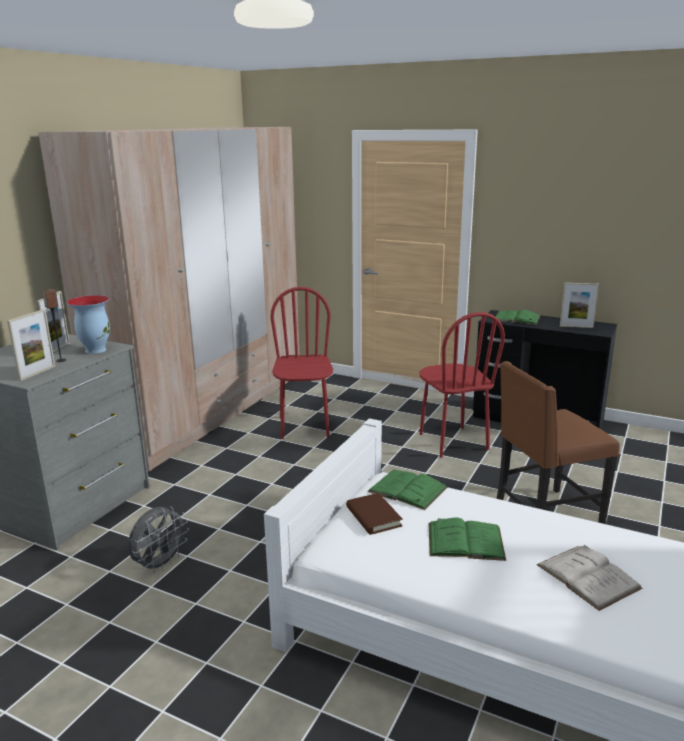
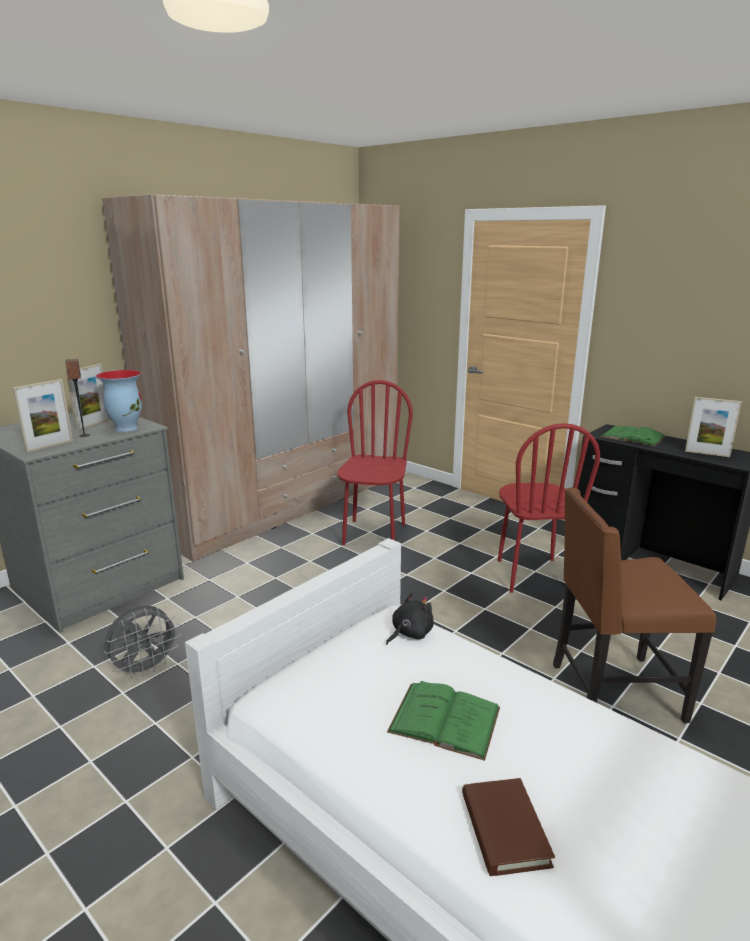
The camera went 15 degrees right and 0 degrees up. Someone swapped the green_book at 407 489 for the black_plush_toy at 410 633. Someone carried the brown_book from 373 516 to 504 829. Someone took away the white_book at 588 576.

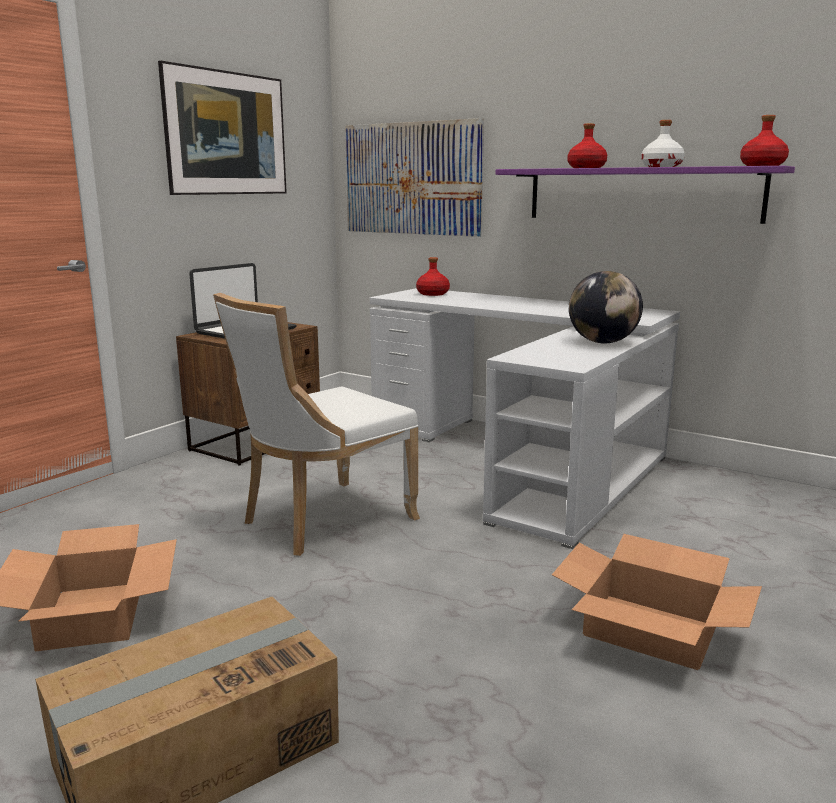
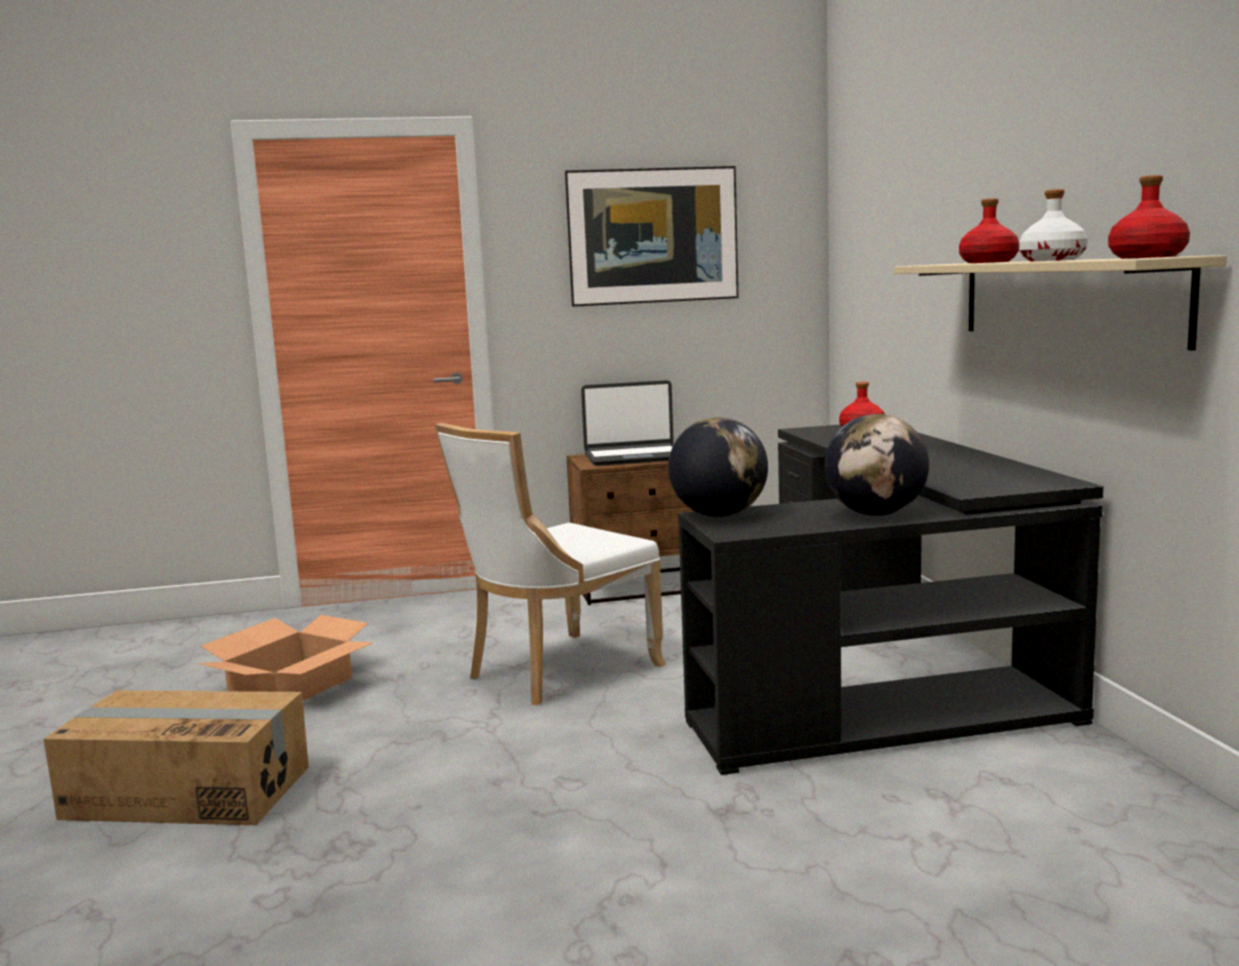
The camera went 45 degrees right and 5 degrees down. Someone took away the picture at 412 179. Someone repainted the purple_shelf at 641 194, which became the beige_shelf at 1066 299. Someone repainted the white_desk at 524 459, which became the black_desk at 884 672. Someone rotated the white_chair at 321 520 by 45 degrees counterclockwise. Someone took away the cardboard_box at 650 630. Someone put down the globe at 719 515.

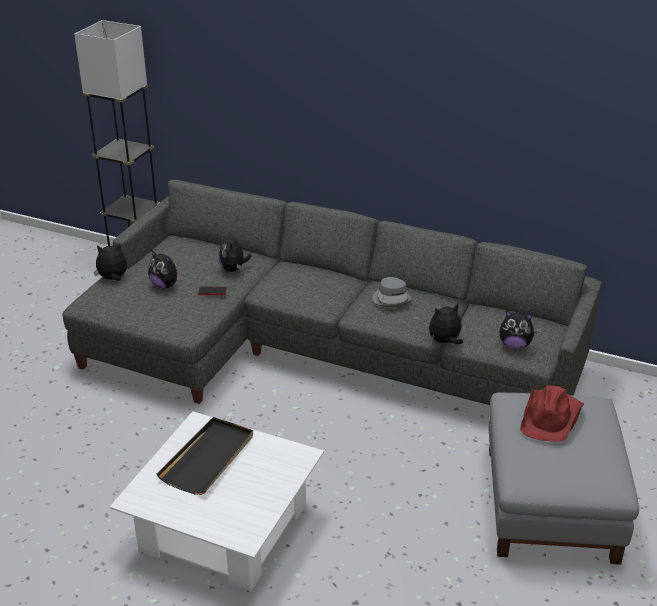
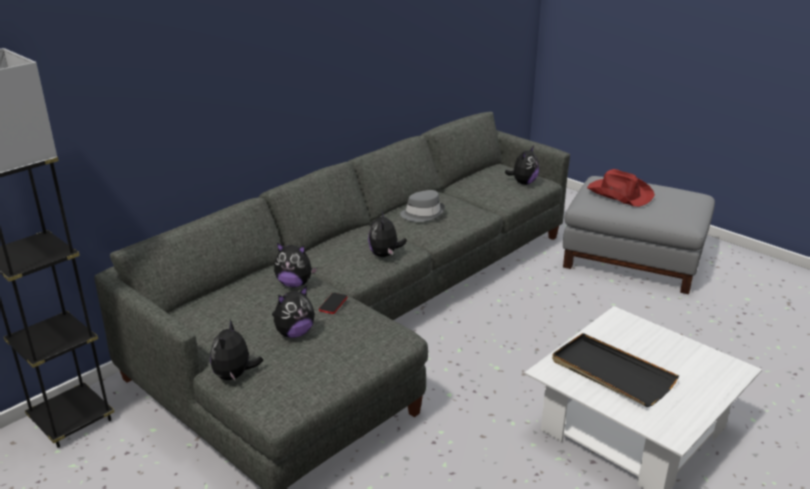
The camera went 70 degrees left and 5 degrees down. Someone carried the plush_toy from 445 342 to 385 255.

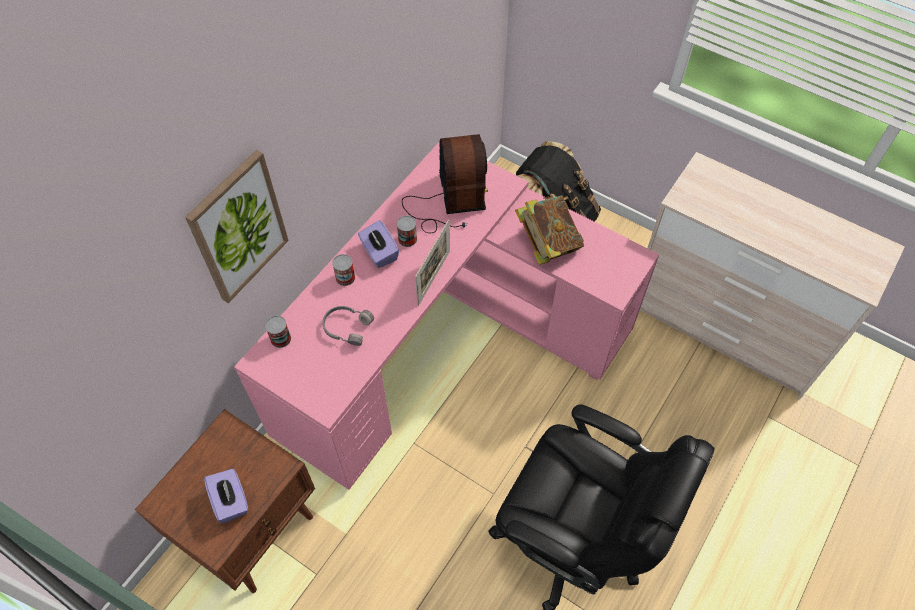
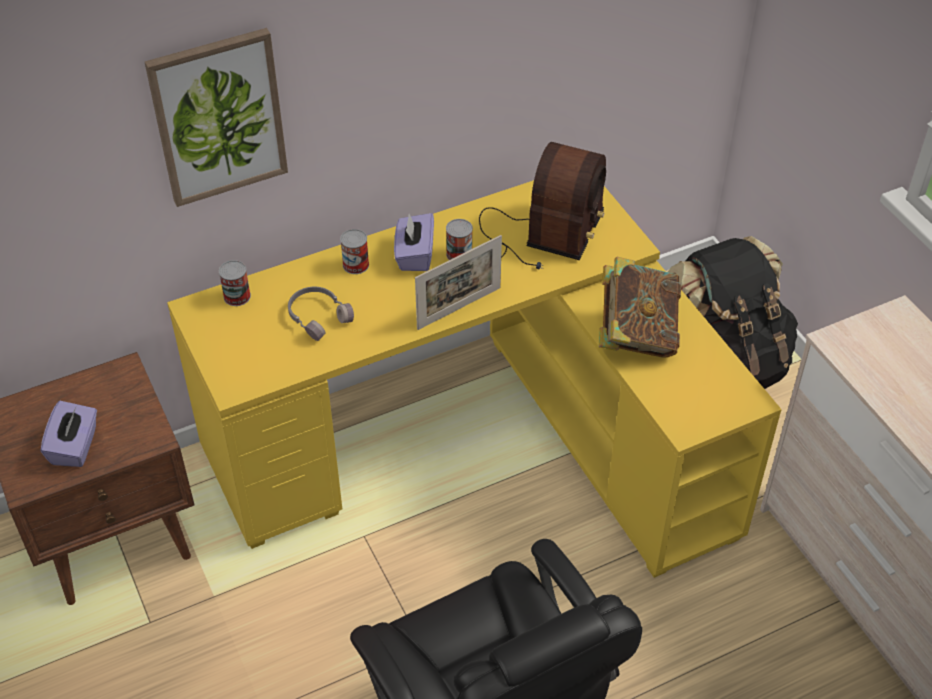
The camera went 30 degrees right and 10 degrees down. Someone repainted the pink_desk at 444 342, which became the yellow_desk at 481 440.

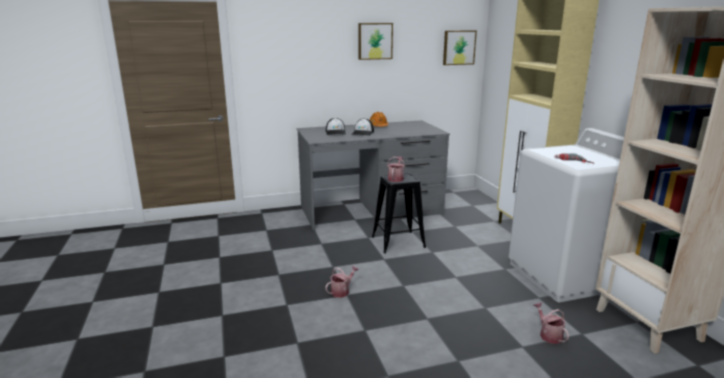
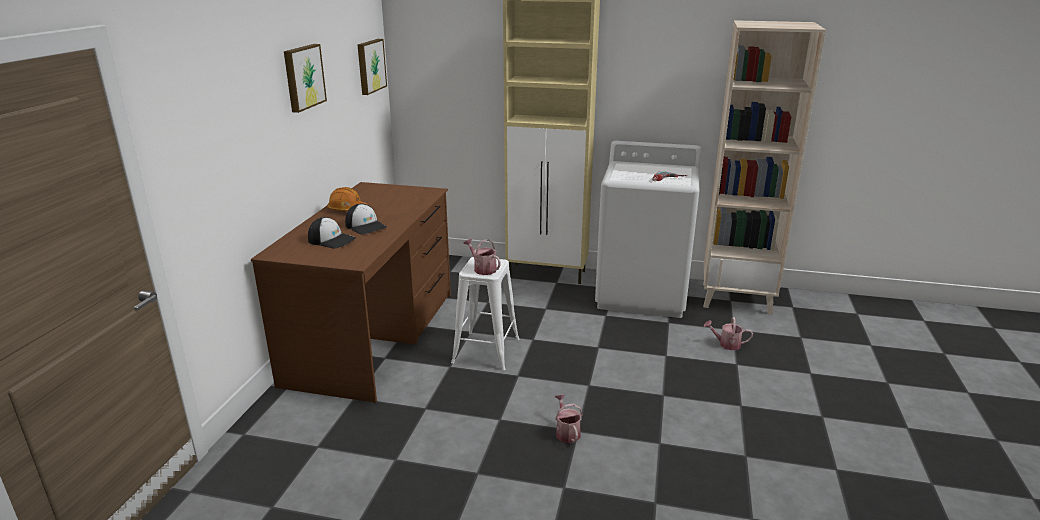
The camera went 60 degrees left and 5 degrees up. Someone repainted the grey_desk at 371 210, which became the brown_desk at 374 336. Someone repainted the black_stool at 398 242, which became the white_stool at 486 350.

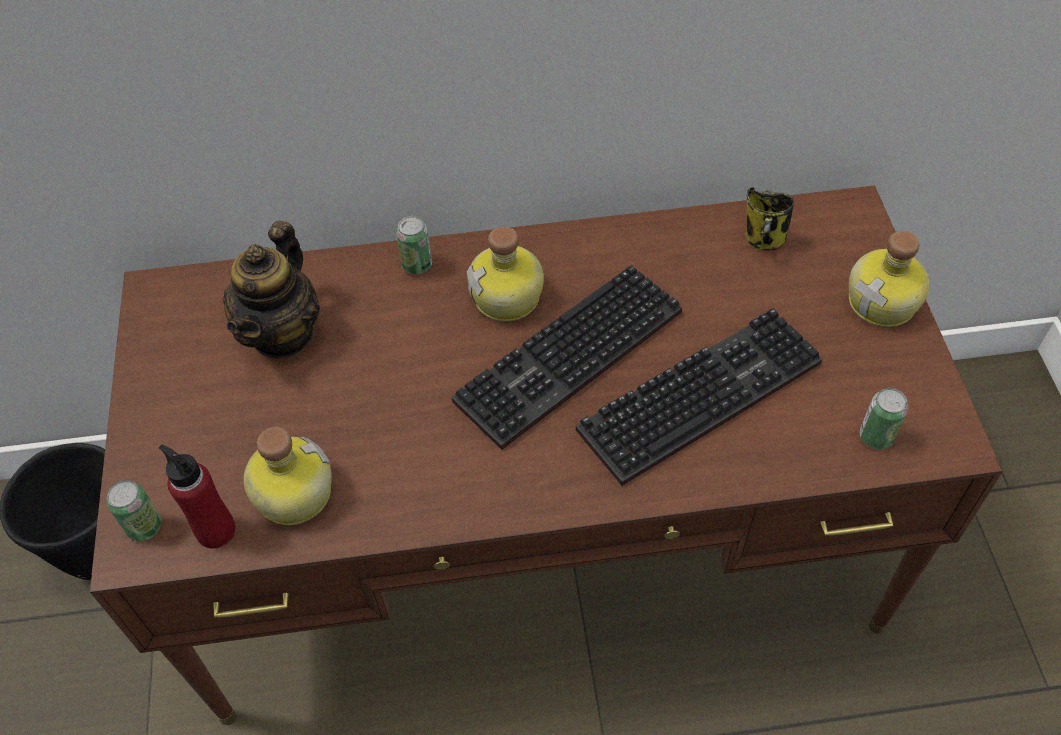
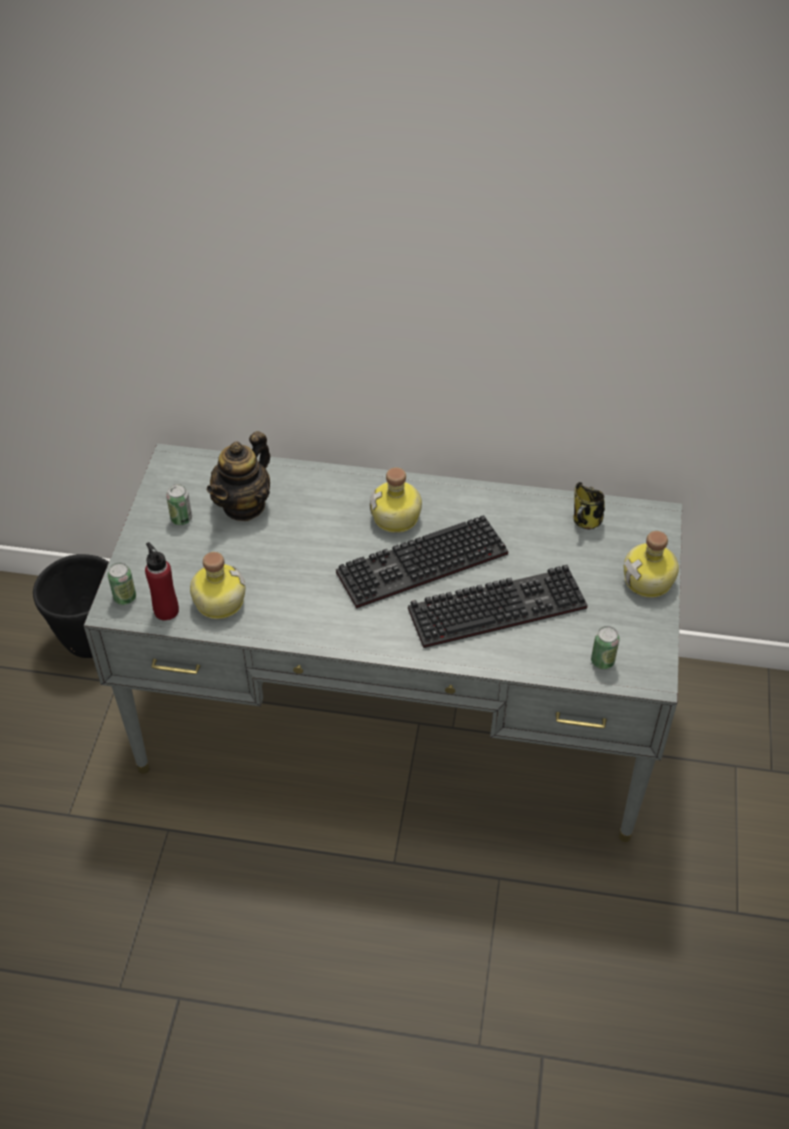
The camera went 15 degrees right and 5 degrees down. Someone repainted the brown_desk at 538 546, which became the grey_desk at 395 716. Someone carried the can from 417 265 to 181 519.

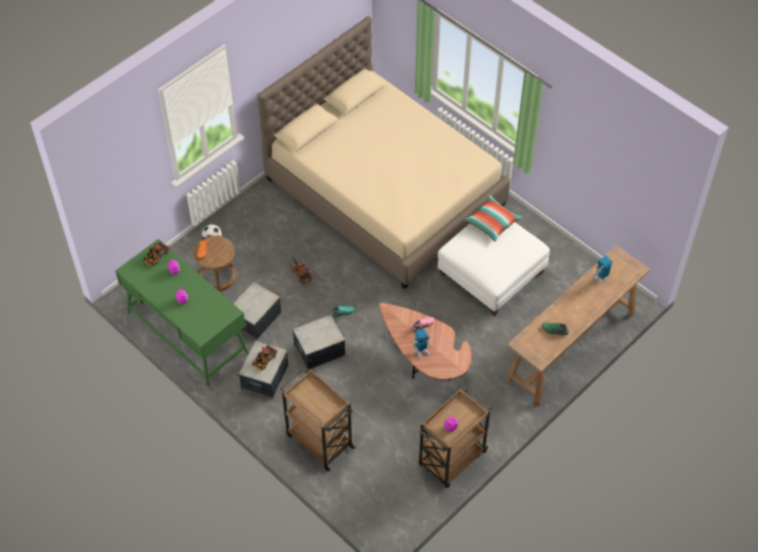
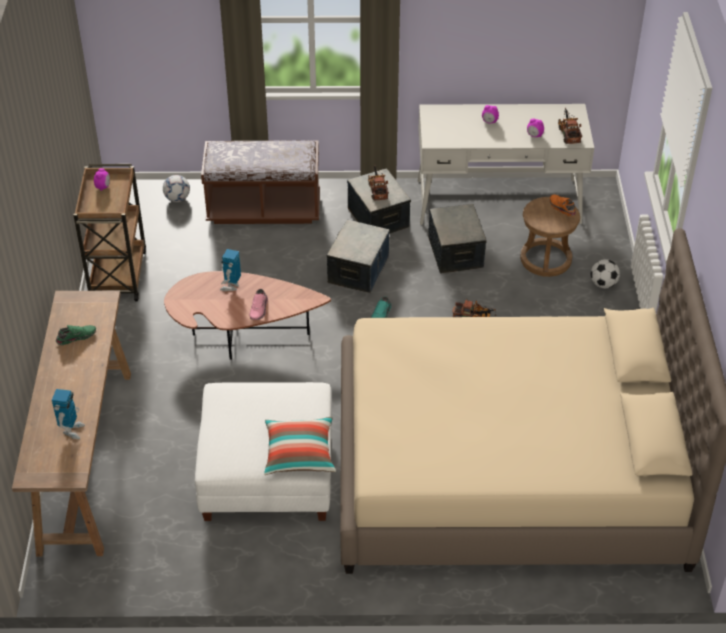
The camera went 135 degrees right and 10 degrees down. Someone repainted the green_desk at 187 332, which became the white_desk at 498 201. Someone swapped the brown_cart at 319 440 for the brown_bench at 264 209. Someone put down the football at 177 199.

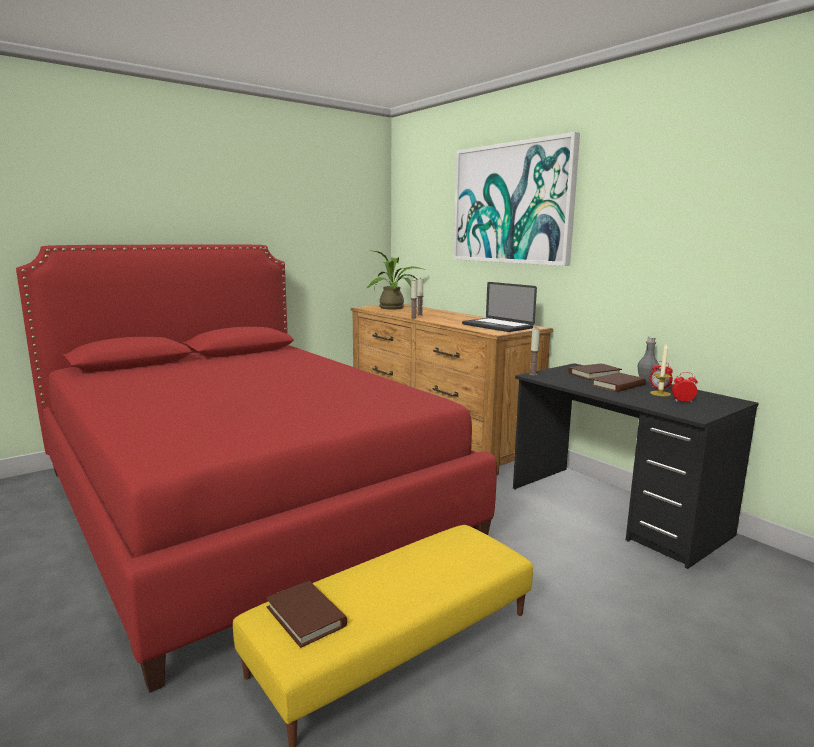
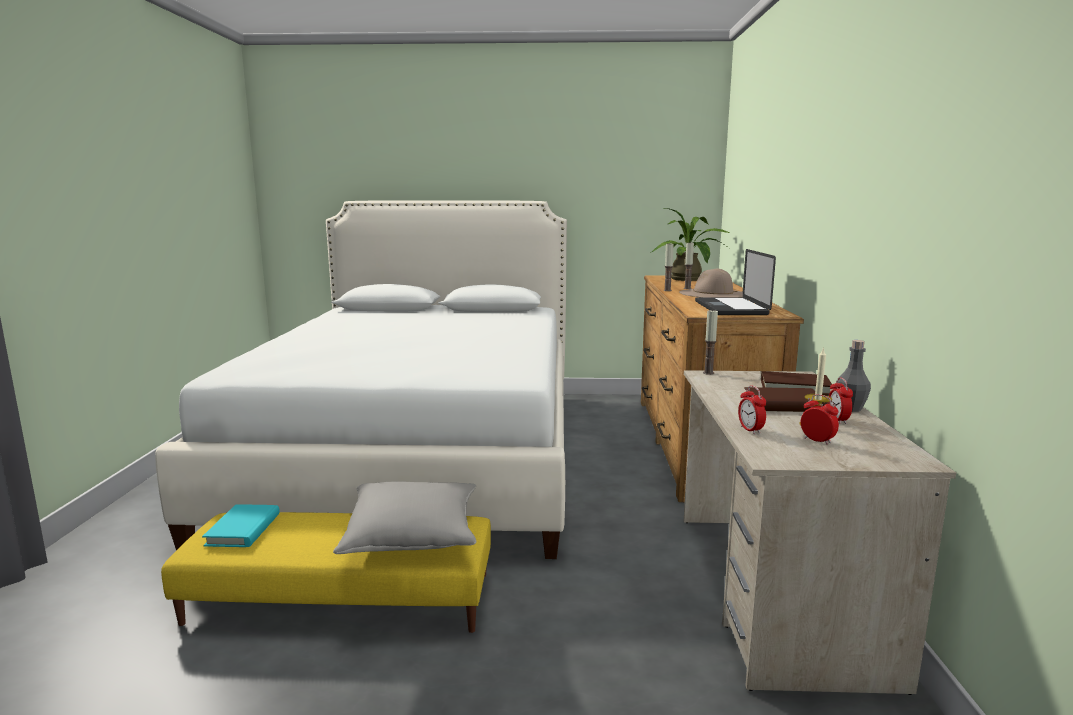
The camera went 40 degrees right and 0 degrees up. Someone took away the picture at 511 204. Someone repainted the red_bed at 244 503, which became the white_bed at 421 452. Someone repainted the black_desk at 615 511, which became the beige_desk at 774 590. Someone repainted the brown_book at 306 616, which became the turquoise_book at 243 529. Someone put down the beige_hat at 713 293. Someone put down the alarm_clock at 750 430. Someone put down the grey_pillow at 412 535.

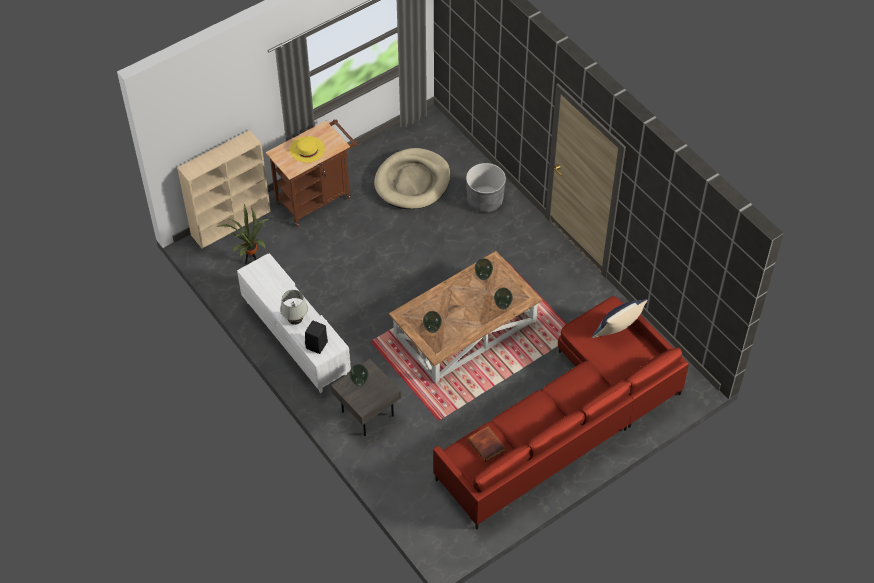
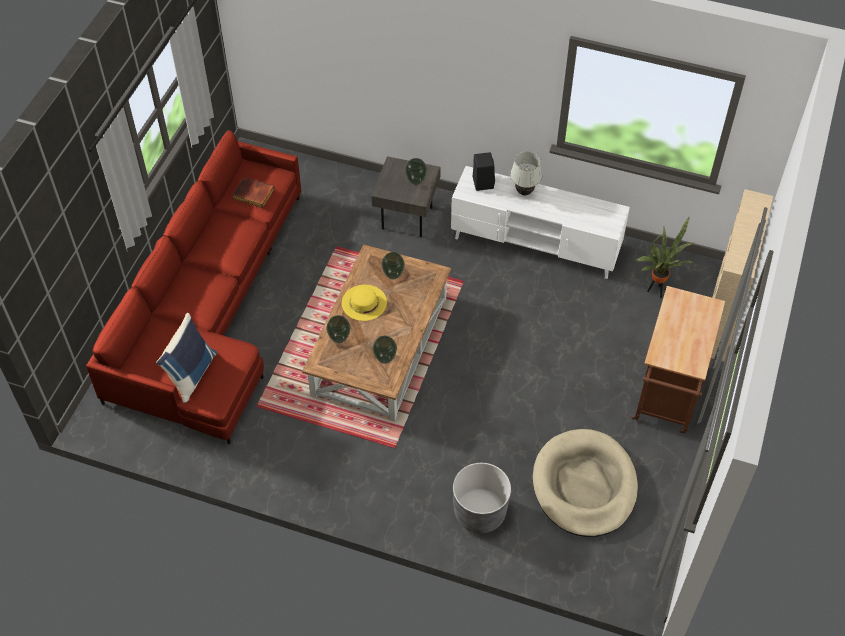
The camera went 145 degrees right and 0 degrees up. Someone carried the yellow_hat from 307 149 to 364 302.

